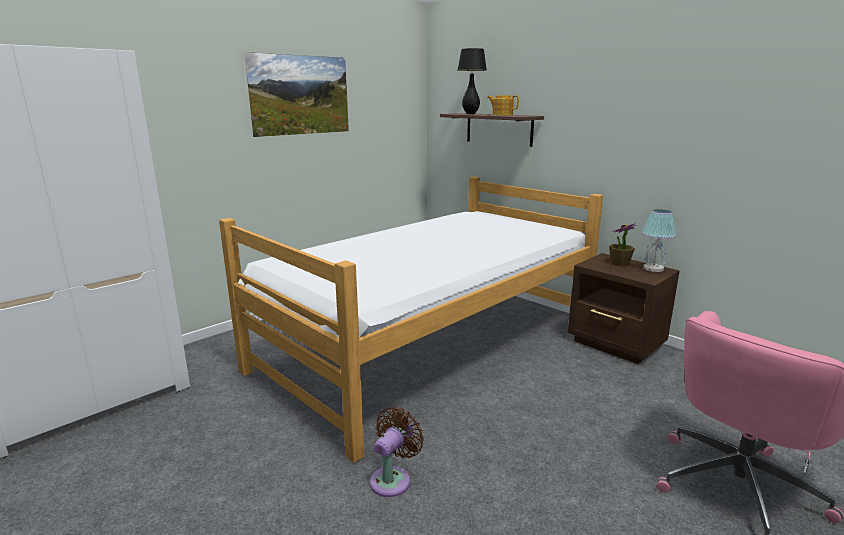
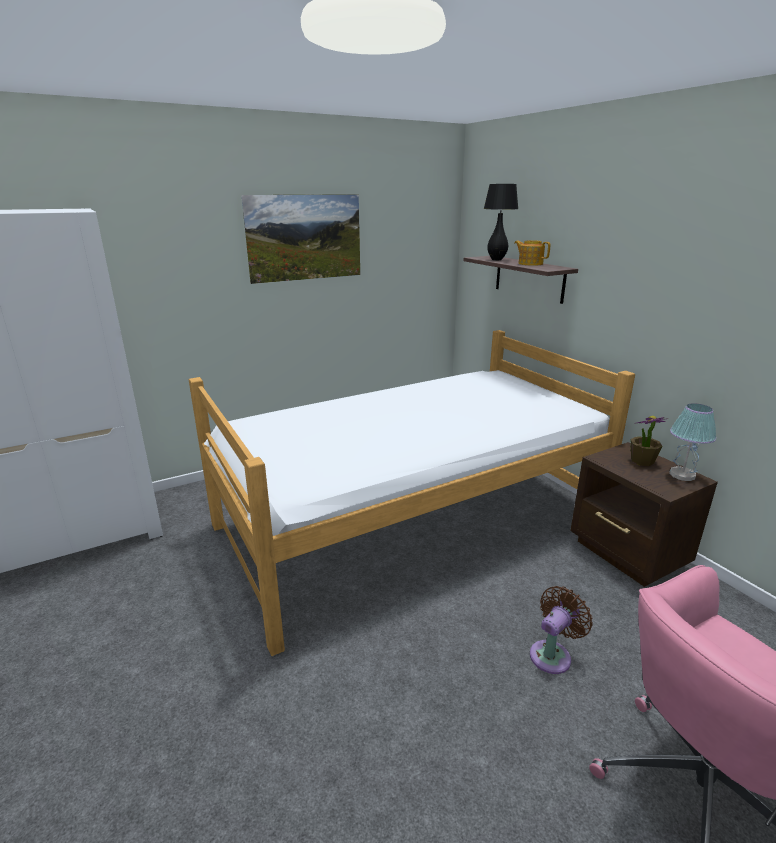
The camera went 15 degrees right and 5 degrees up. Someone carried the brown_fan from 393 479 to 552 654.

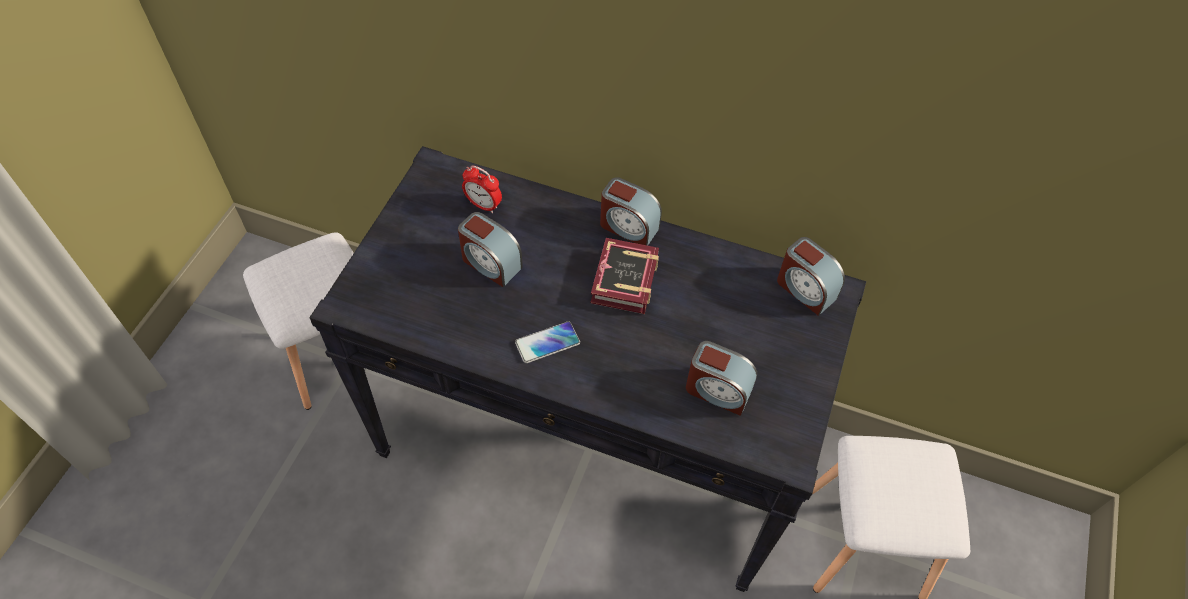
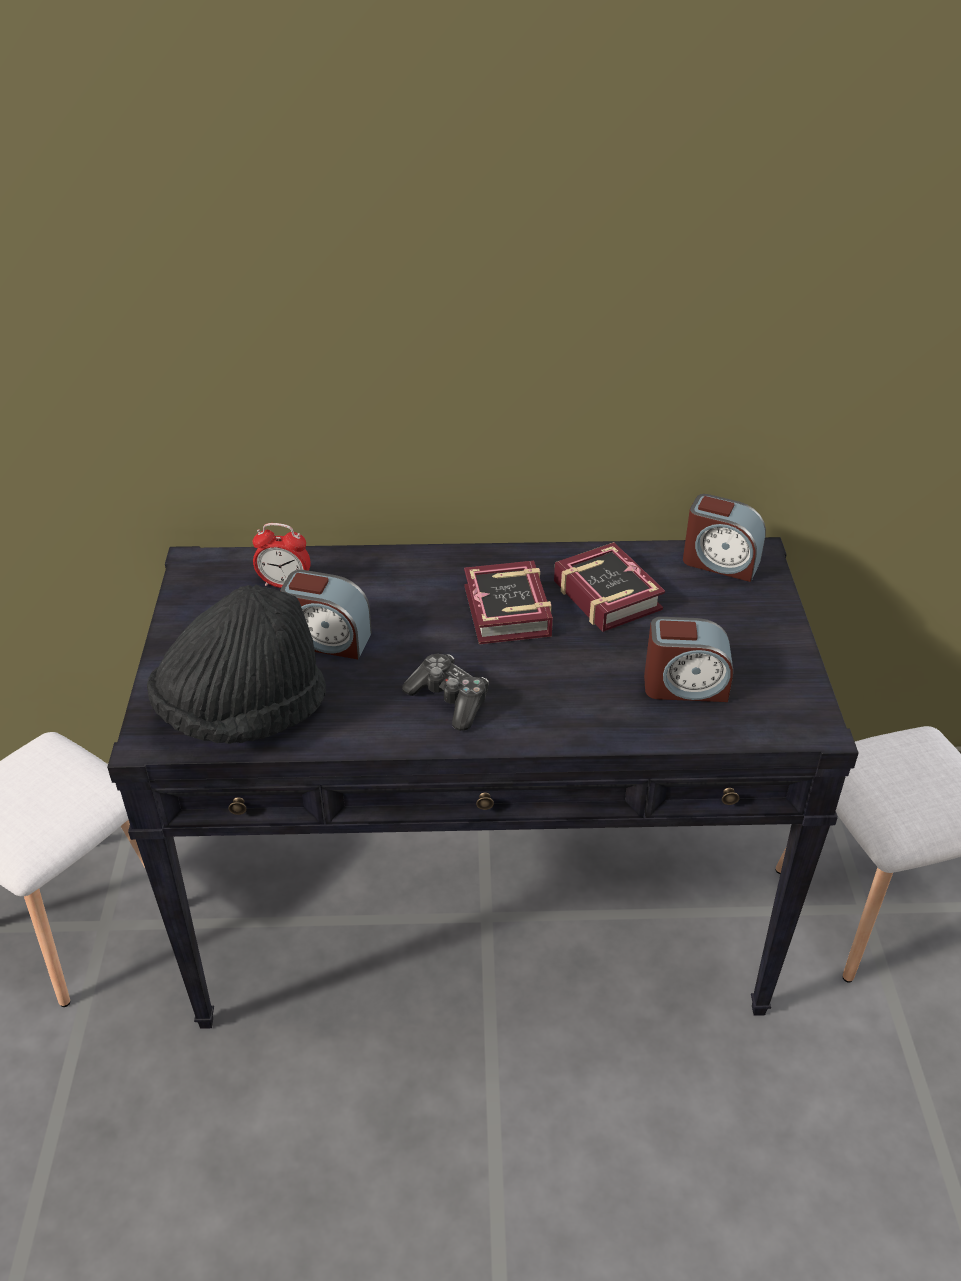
The camera went 20 degrees left and 15 degrees down. Someone took away the alarm_clock at 628 227. Someone swapped the phone at 547 343 for the game_controller at 449 700. Someone put down the book at 607 592. Someone put down the black_hat at 243 711.

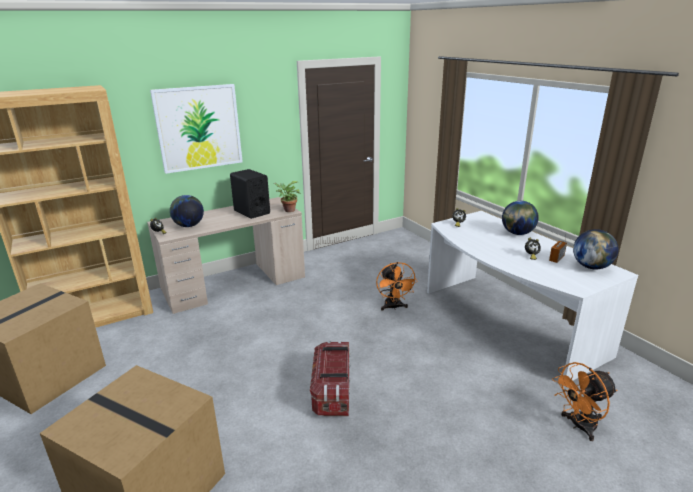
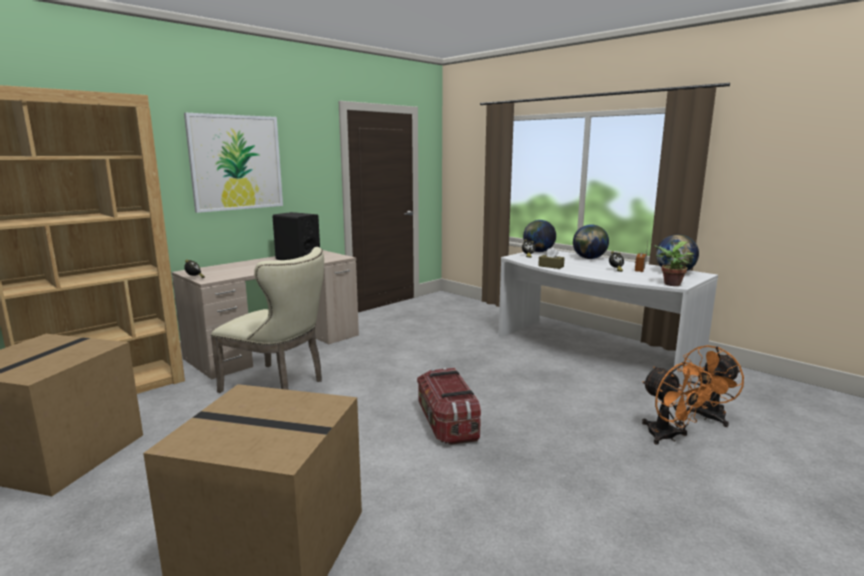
The camera went 15 degrees left and 10 degrees down. Someone carried the potted_plant from 288 210 to 670 284. Someone carried the globe from 189 225 to 538 251. Someone carried the orange_fan from 393 307 to 667 437. Someone put down the beige_chair at 279 385. Someone put down the brown_tissue_box at 551 266.

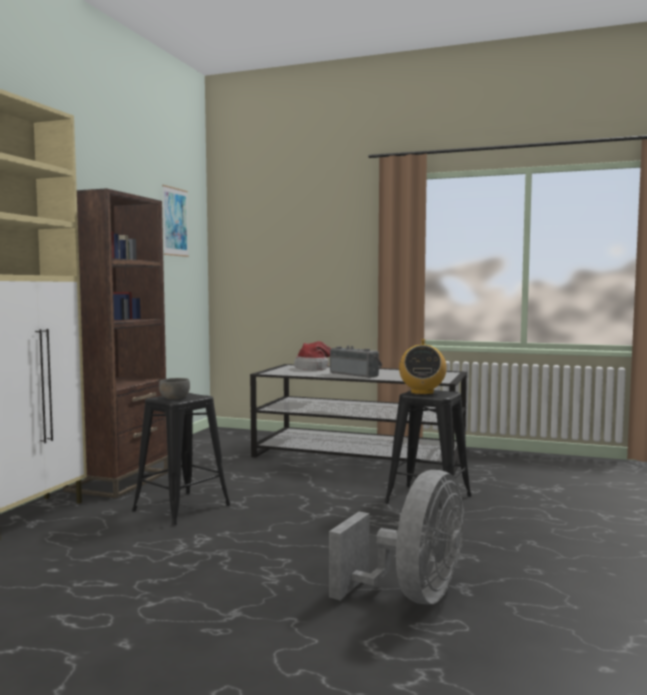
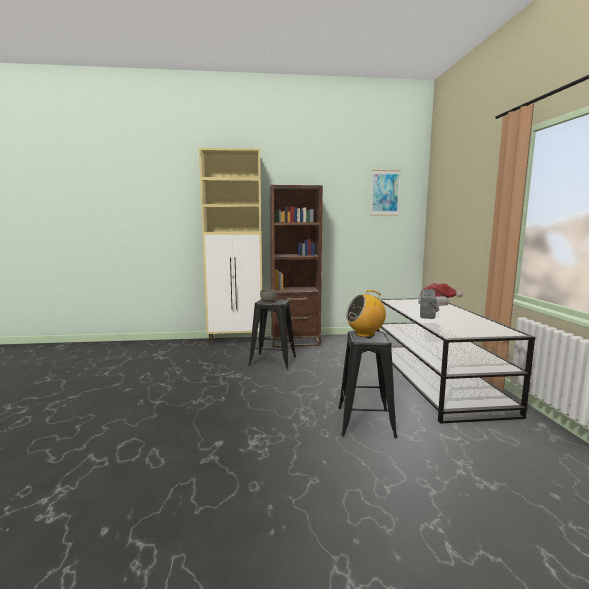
The camera went 65 degrees right and 5 degrees up. Someone took away the grey_fan at 412 596.

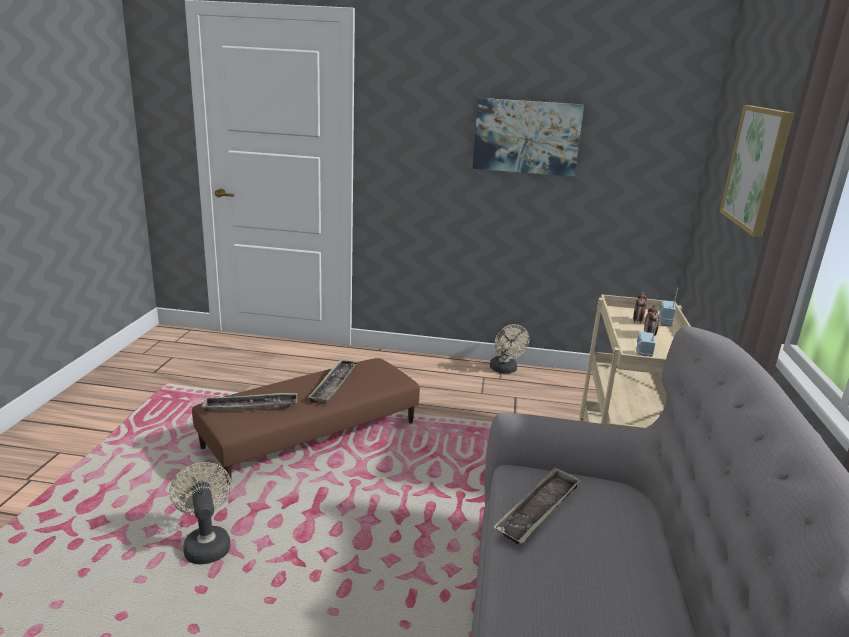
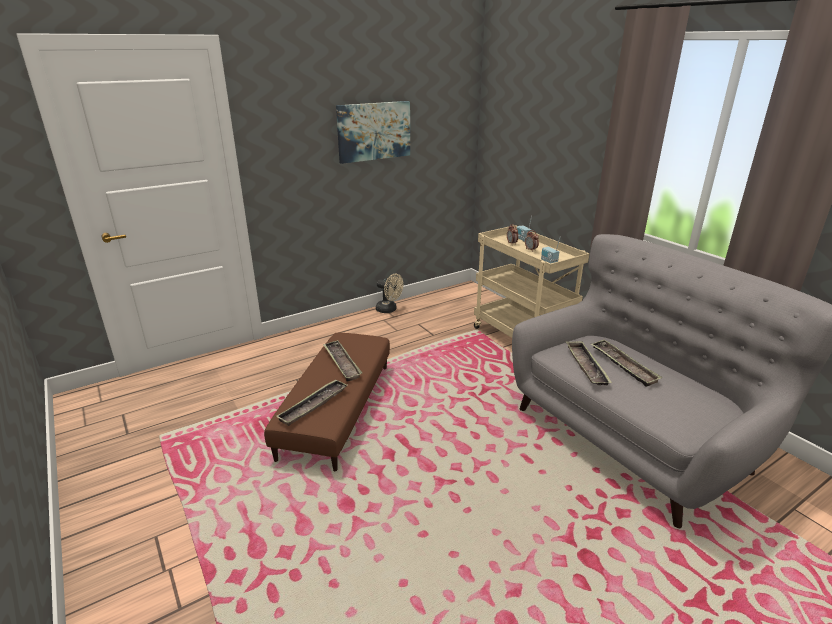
The camera went 40 degrees left and 5 degrees up. Someone took away the picture at 756 168. Someone took away the beige_fan at 206 543. Someone put down the tray at 623 365.

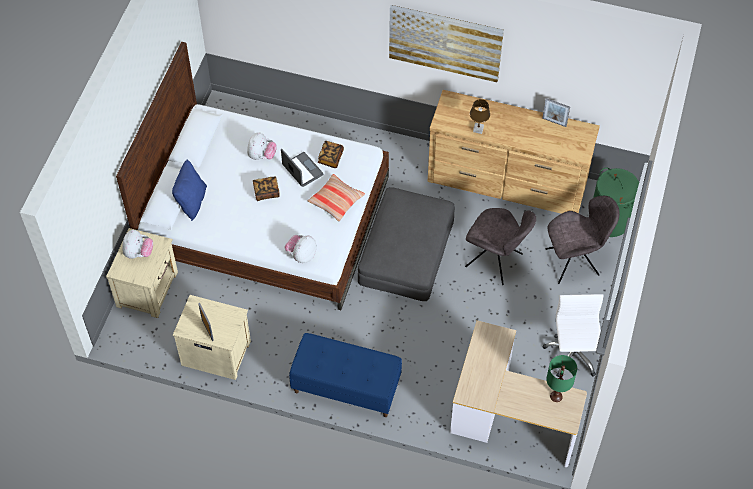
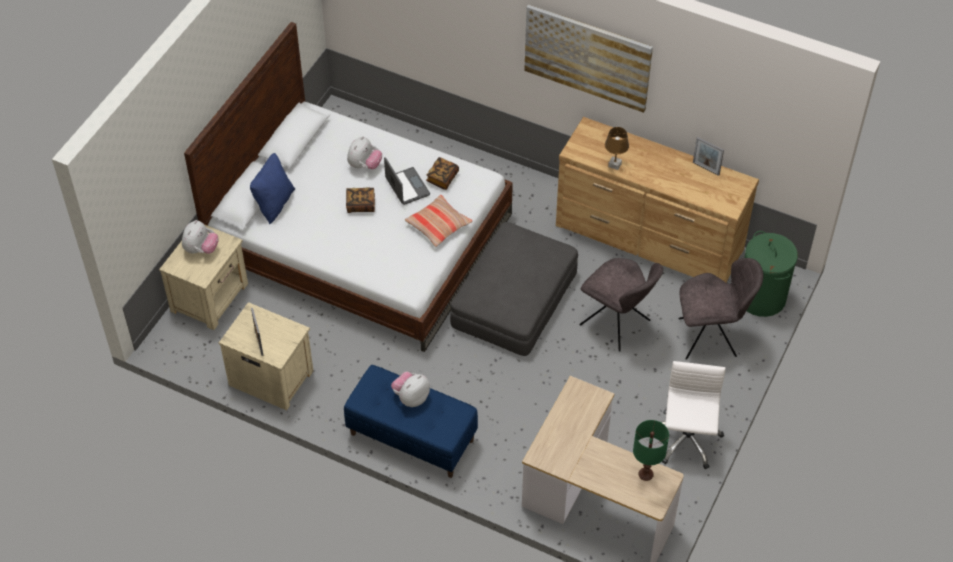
The camera went 10 degrees right and 5 degrees down. Someone carried the plush_toy from 301 255 to 411 397.

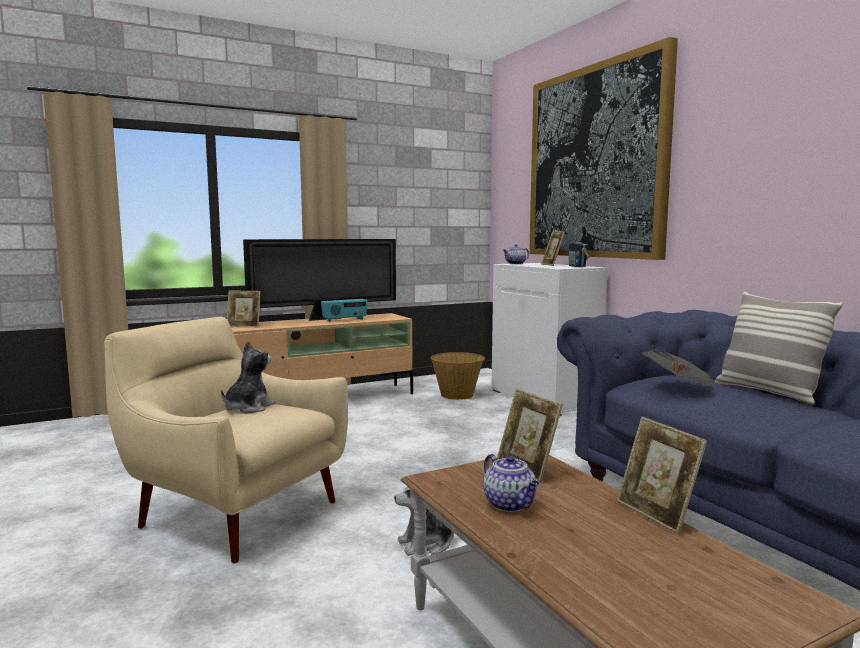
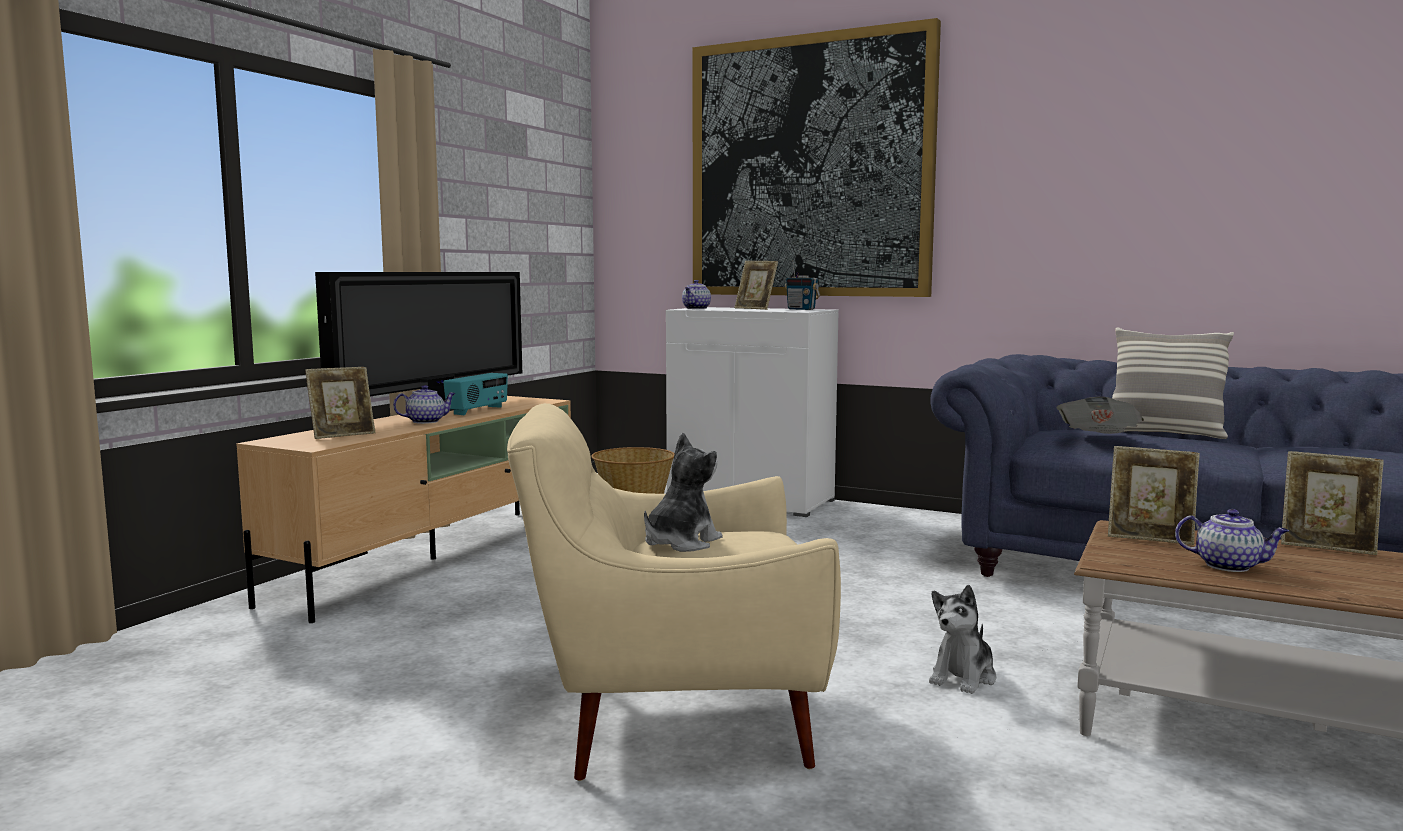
The camera went 35 degrees left and 0 degrees up. Someone rotated the plush_toy at 248 408 by 45 degrees clockwise. Someone put down the teapot at 426 421.

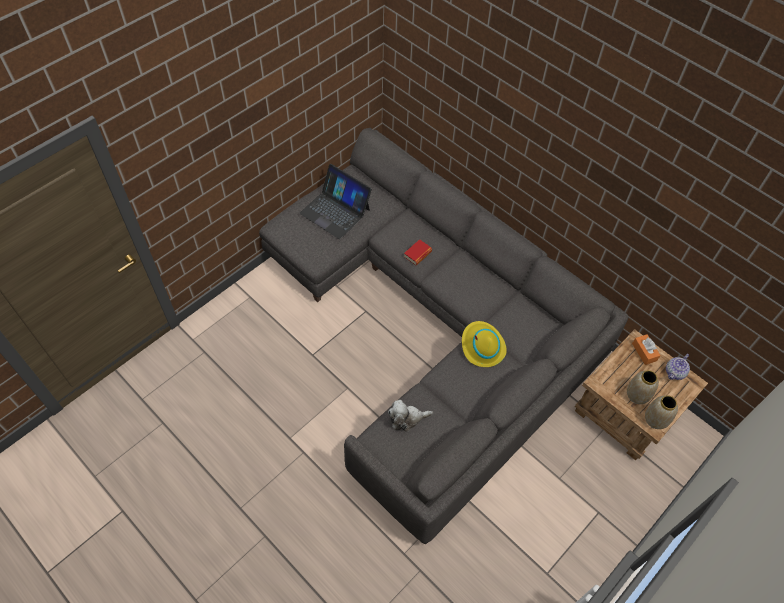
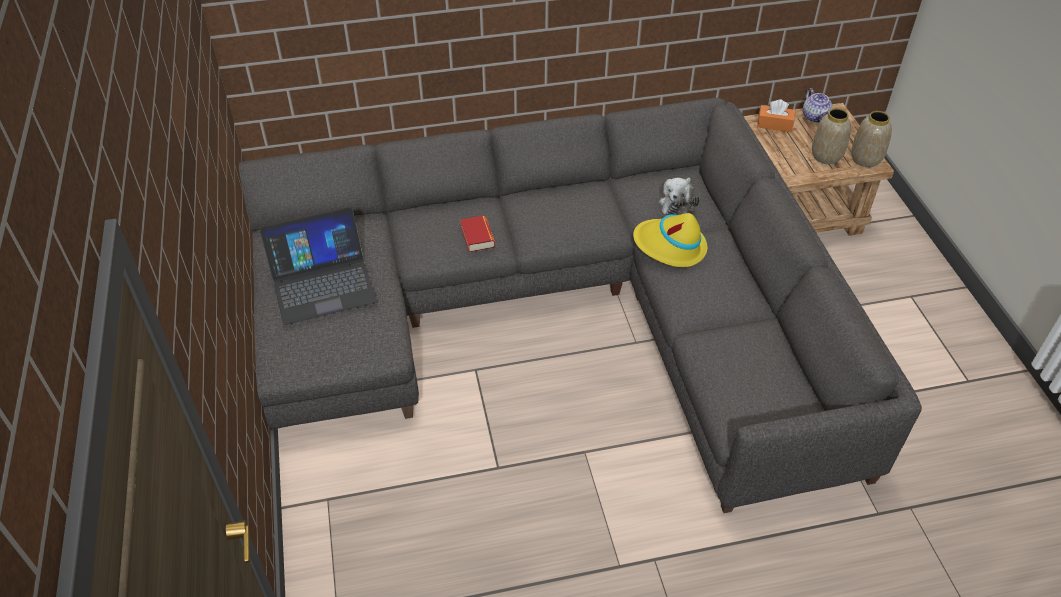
The camera went 55 degrees left and 10 degrees down. Someone carried the plush_toy from 407 418 to 678 204.

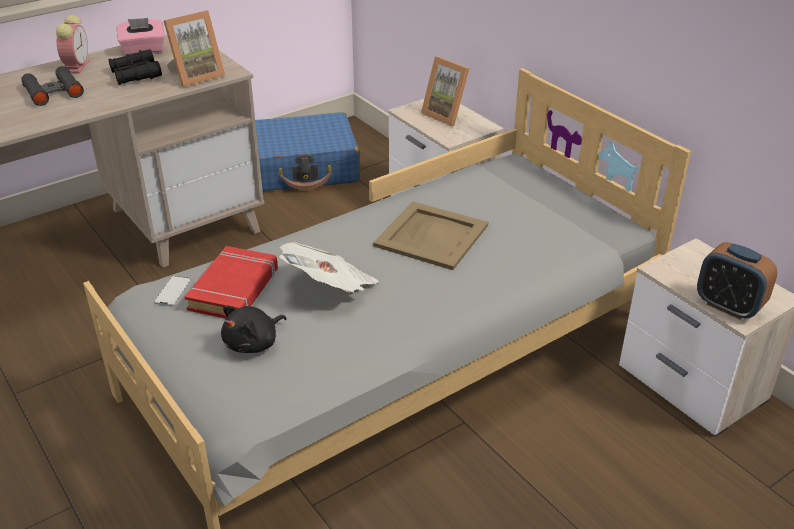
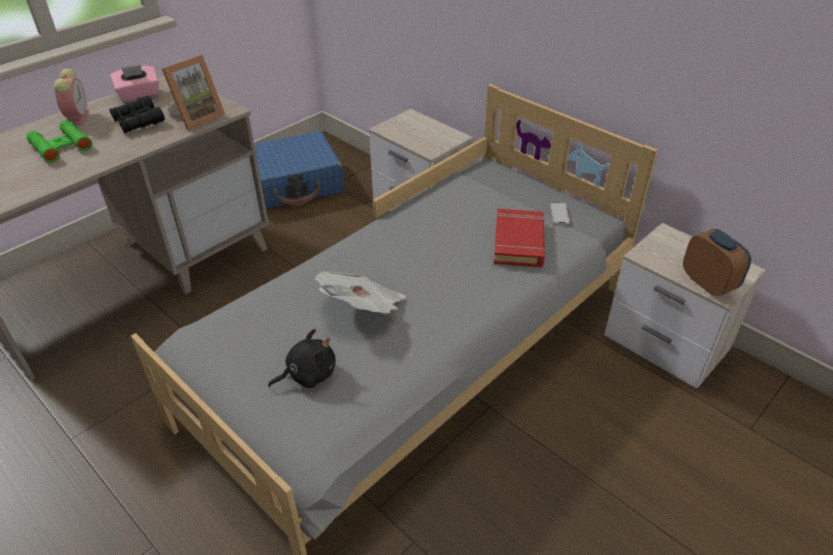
The camera went 10 degrees left and 5 degrees up. Someone took away the picture_frame at 447 115. Someone repainted the black_binoculars at 53 92, which became the green_binoculars at 61 146. Someone took away the beige_tray at 431 235. Someone rotated the alarm_clock at 728 306 by 150 degrees counterclockwise. Someone carried the red_book from 234 289 to 519 242. Someone carried the phone from 173 292 to 559 214. Someone rotated the black_plush_toy at 254 343 by 150 degrees counterclockwise.

